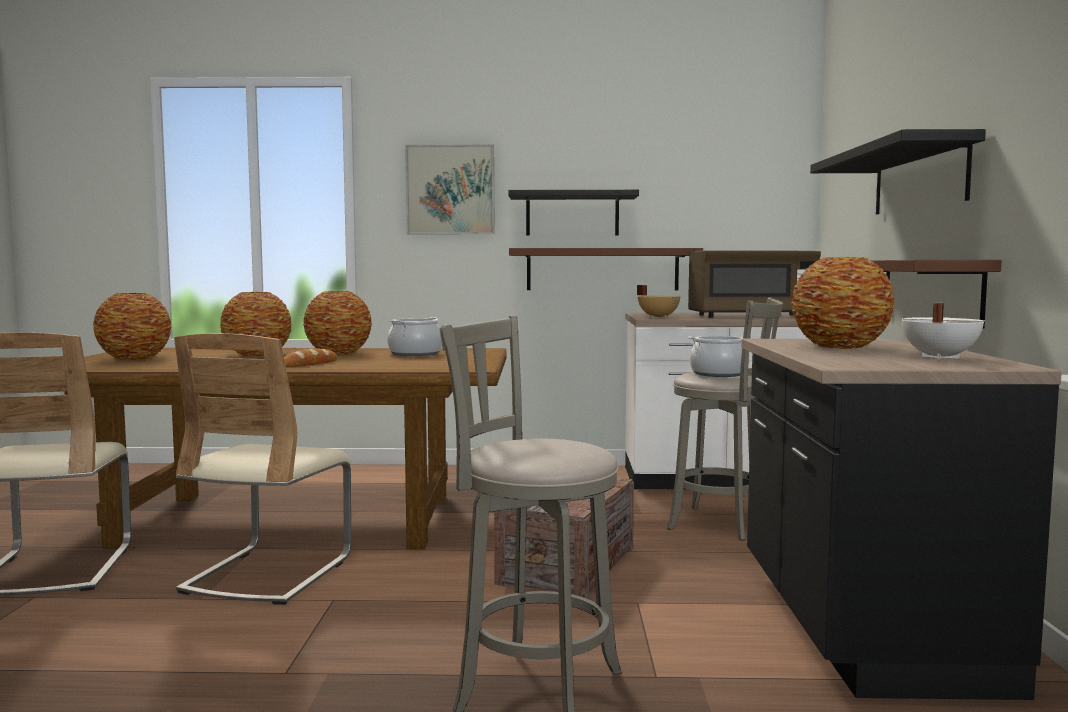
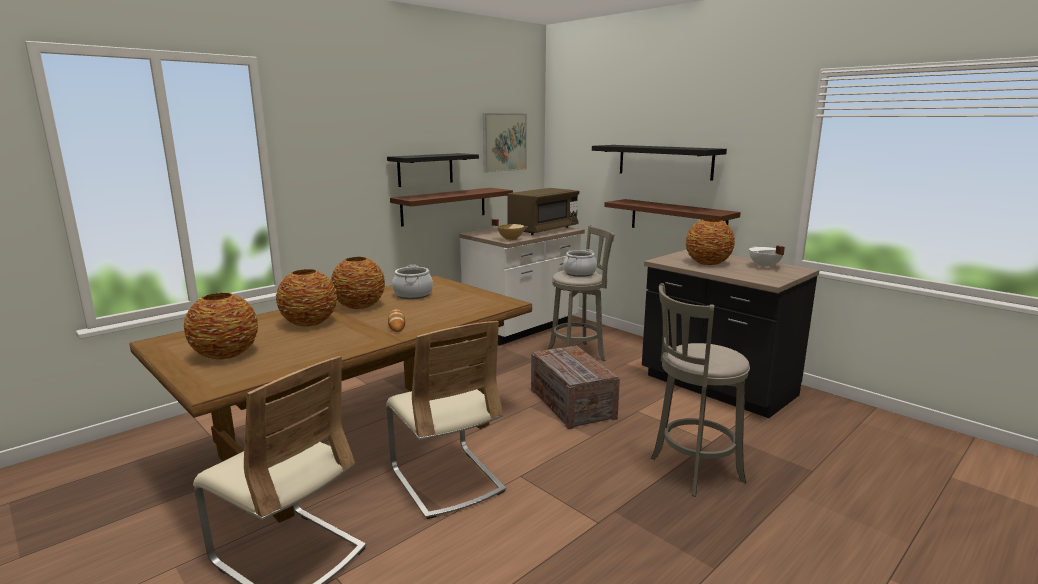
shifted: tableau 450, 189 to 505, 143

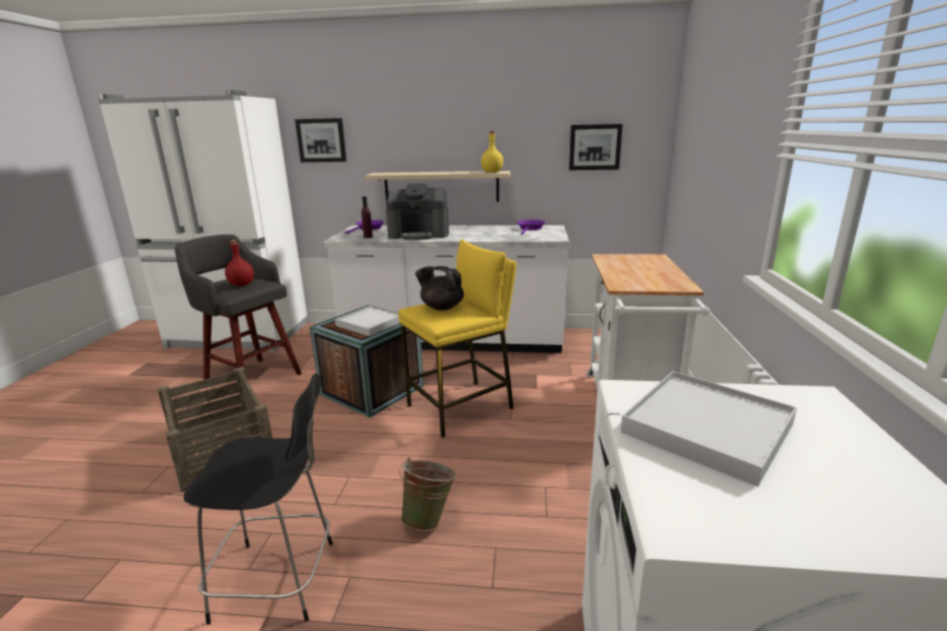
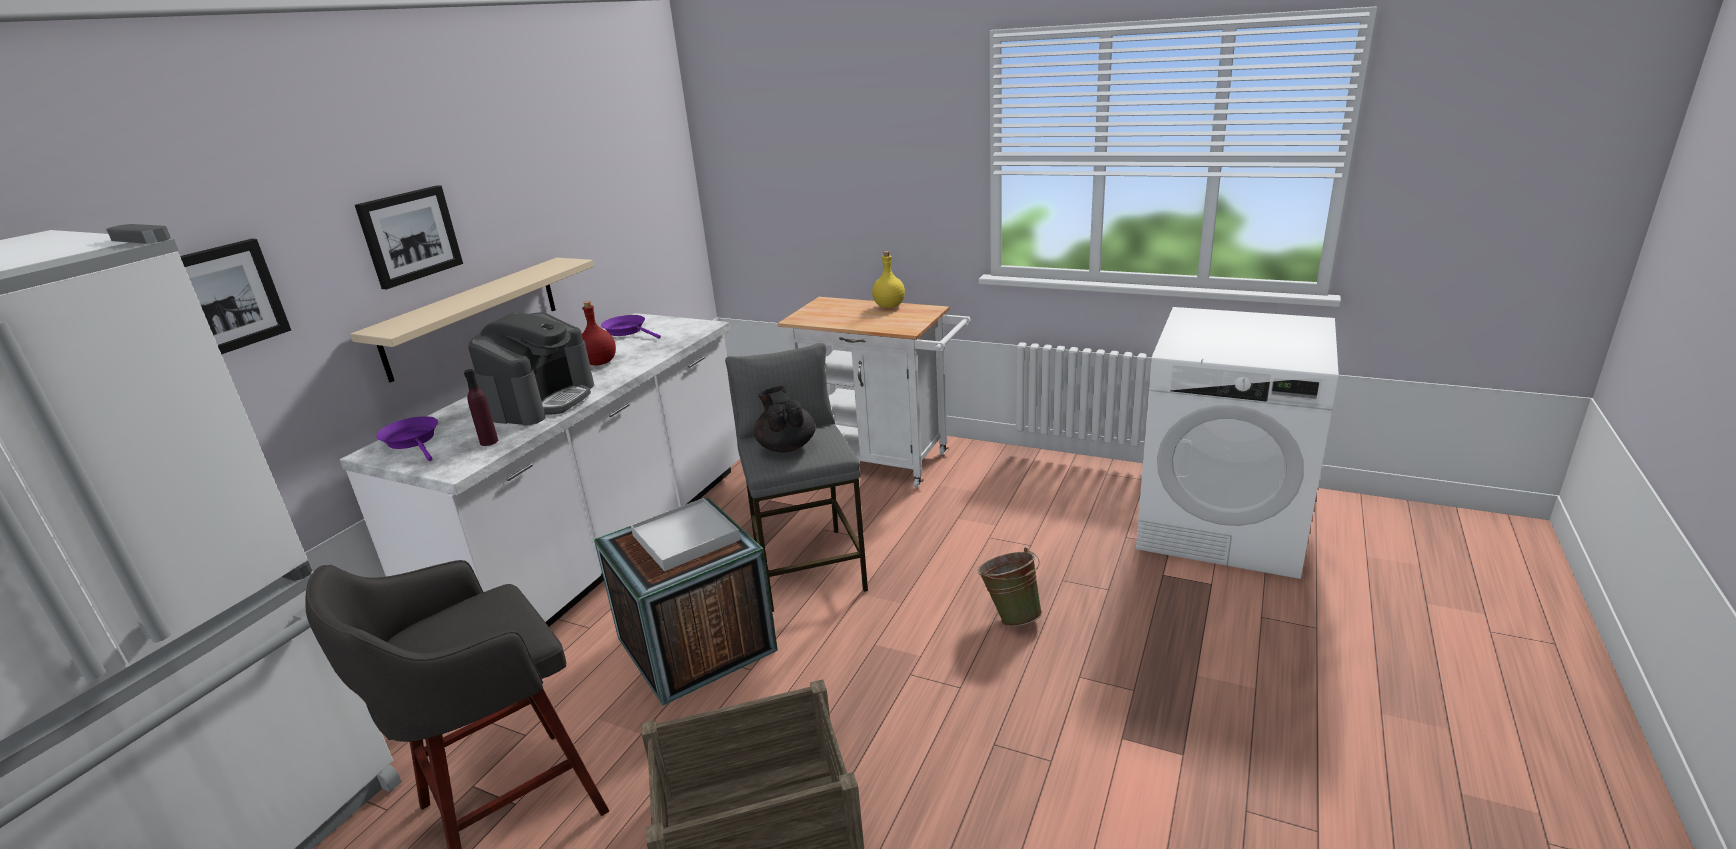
gone: chaise [noir] 258, 499; plateau [blanc] 709, 429
shifted: tableau 596, 147 to 409, 237; bouteille [rouge] 239, 263 to 599, 333; bouteille [jaune] 492, 151 to 888, 279
repainted: tabouret [jaune] 457, 338 to tabouret [gris] 796, 477
rotated: théière [noir] 439, 288 = 785, 419 120 degrees clockwise

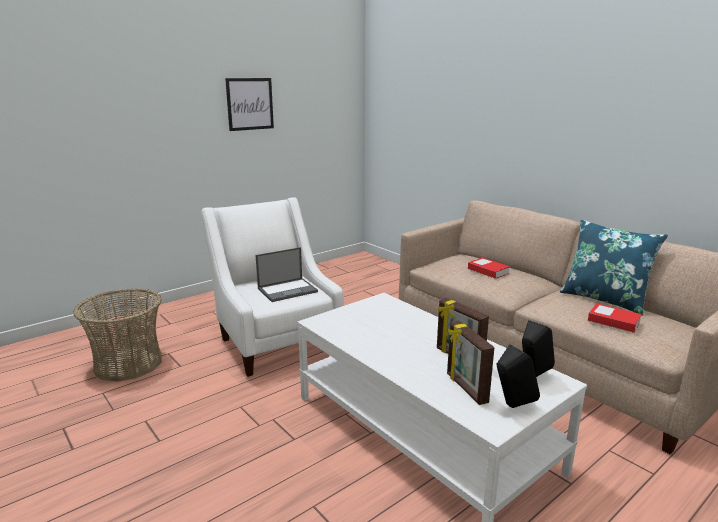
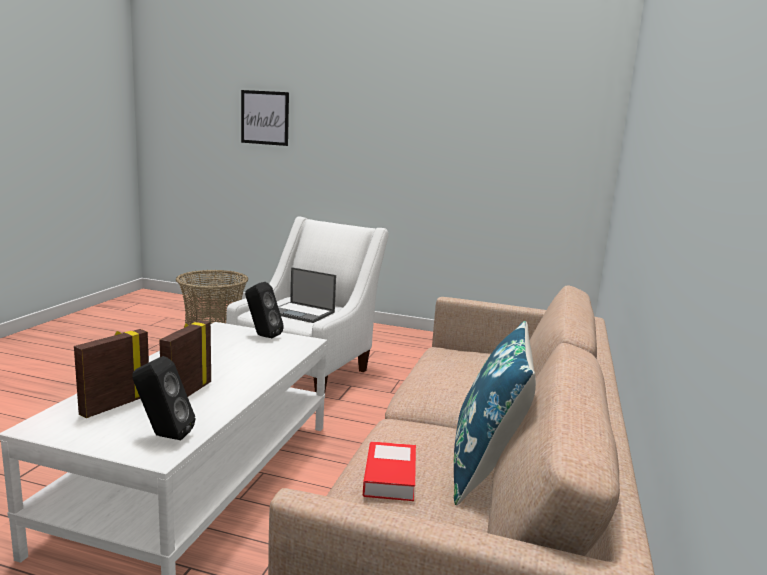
gone: livre 489, 268
shifted: tableau 249, 104 to 265, 118; enceinte [noir] 518, 376 to 264, 310

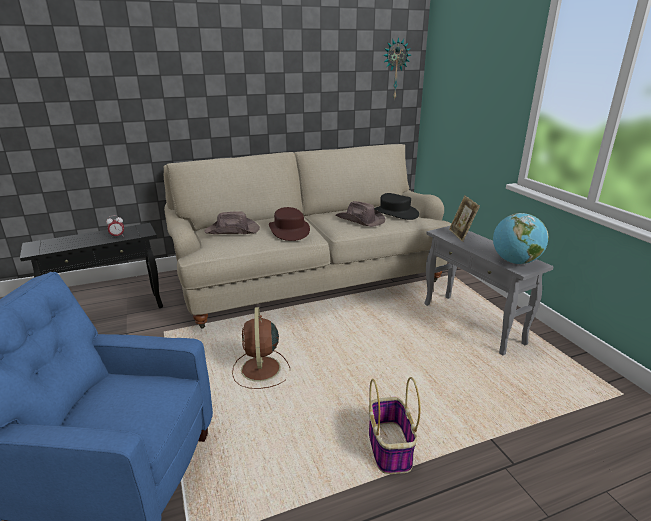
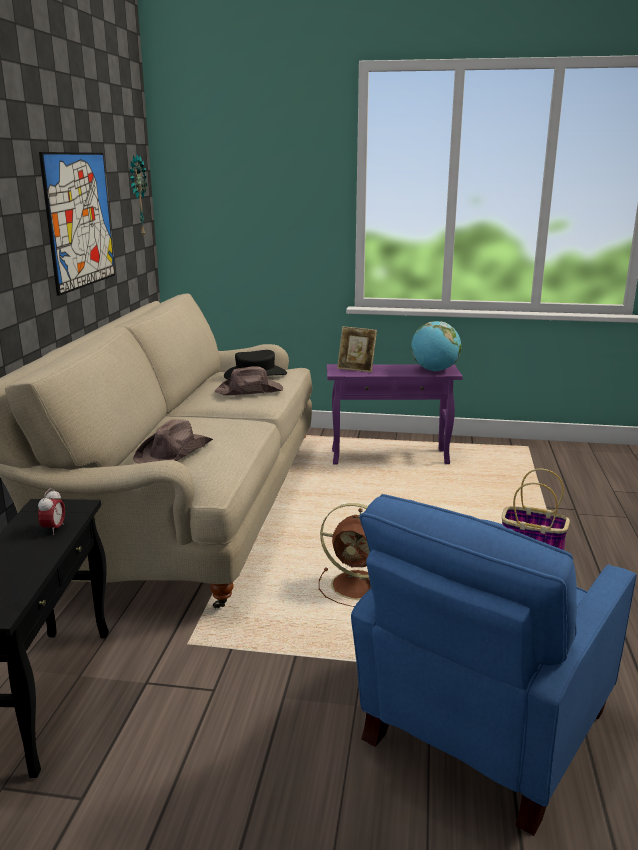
gone: chapeau [marron] 289, 224
new: tableau 77, 224
repainted: table d'appoint [gris] 489, 290 to table d'appoint [violet] 395, 414

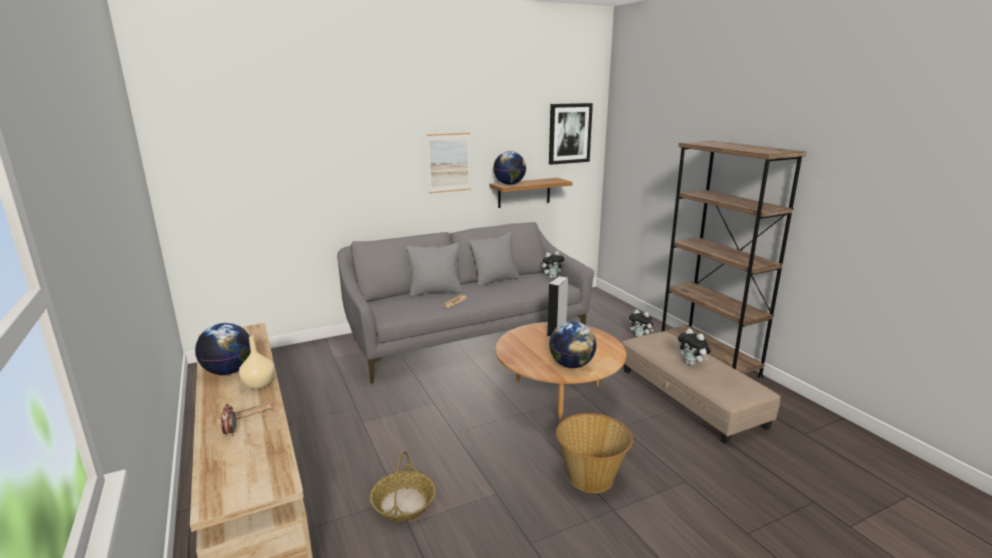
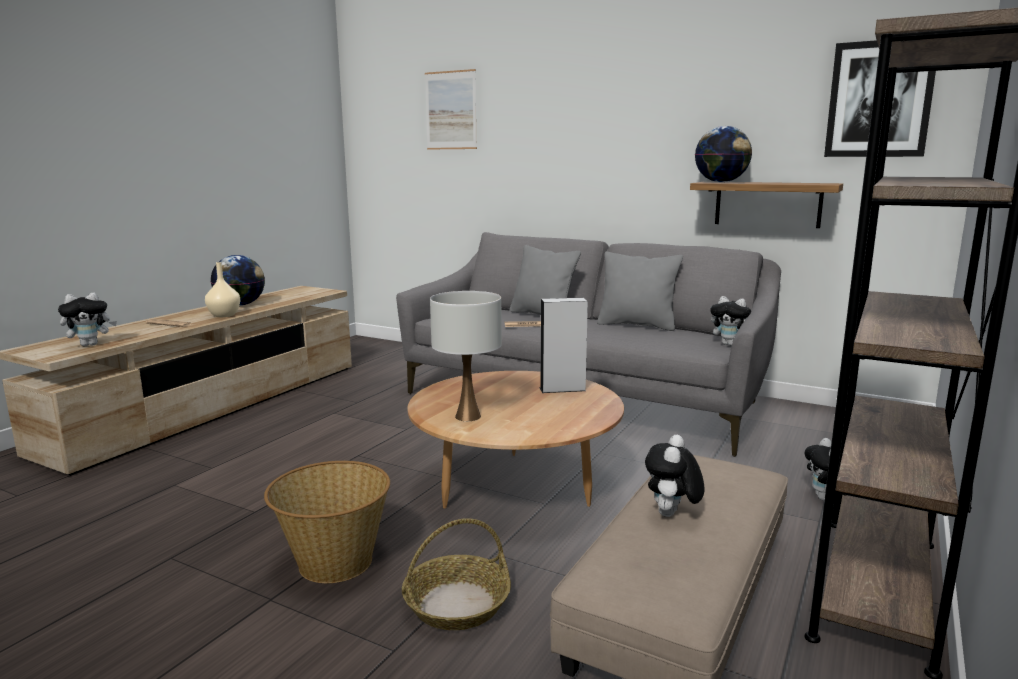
gone: réveil 228, 420
new: peluche 87, 319
shifted: panier 403, 486 to 456, 574; tableau 449, 163 to 451, 109
swapped: globe 572, 344 to lampe de table [blanc] 466, 356

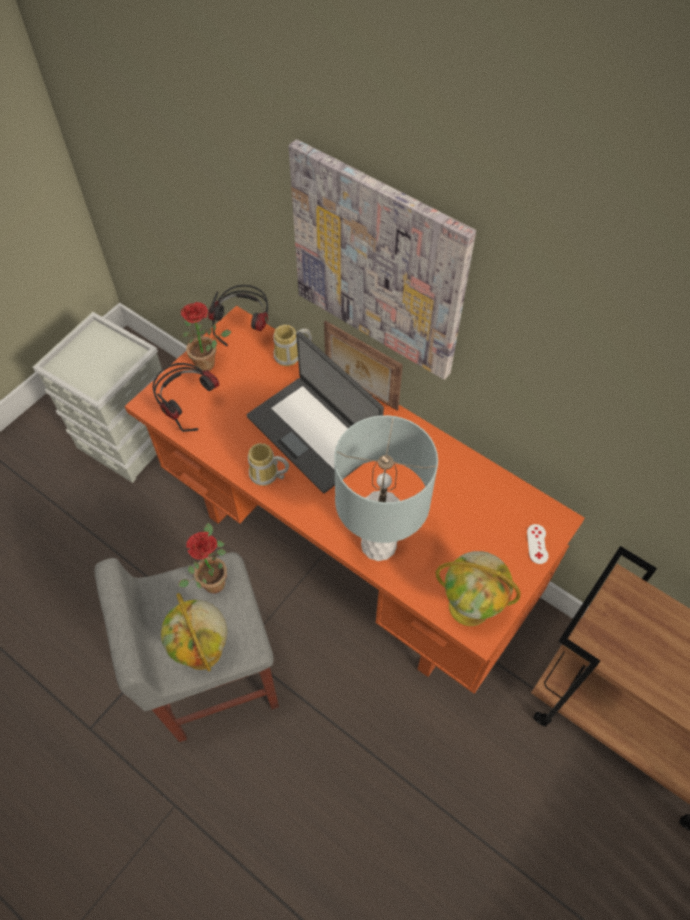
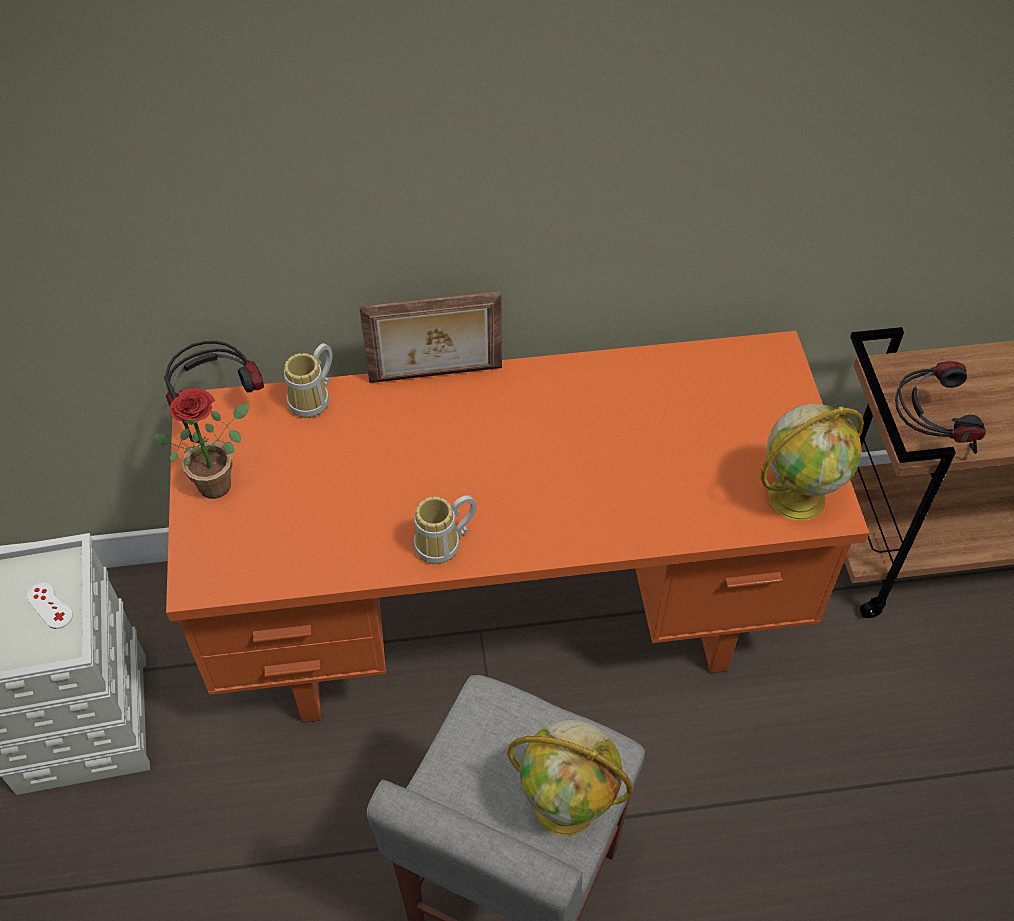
gone: plante en pot 202, 558; ordinateur portable 315, 412; tableau 382, 259; lampe de table [gris] 386, 488
shifted: manette [blanc] 538, 544 to 50, 606; casque audio 186, 397 to 940, 407

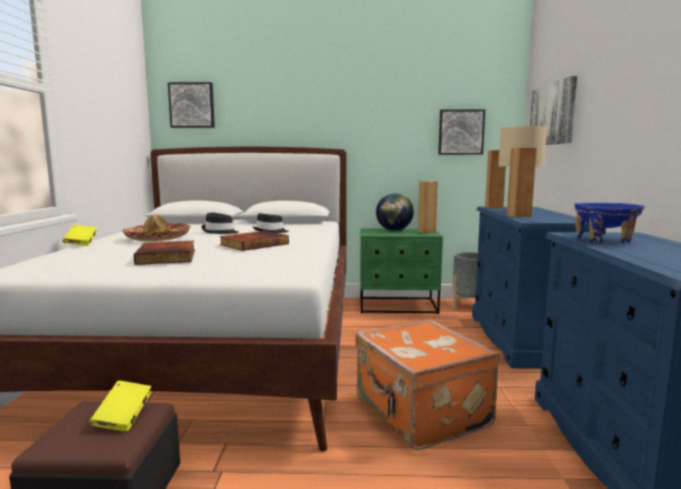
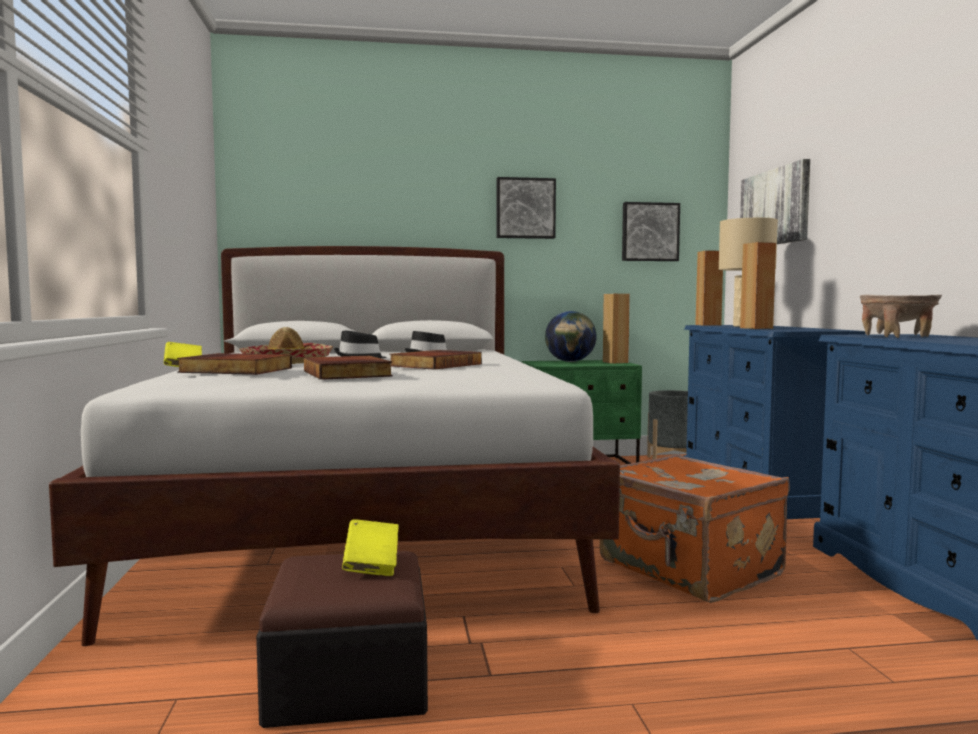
new: livre 234, 364
shifted: tableau 191, 105 to 526, 208
repainted: bol [bleu] 610, 223 to bol [beige] 901, 316

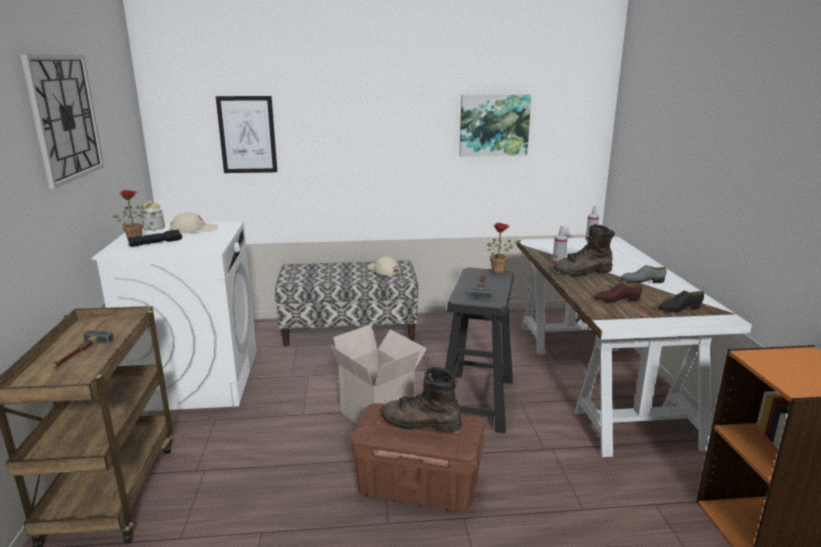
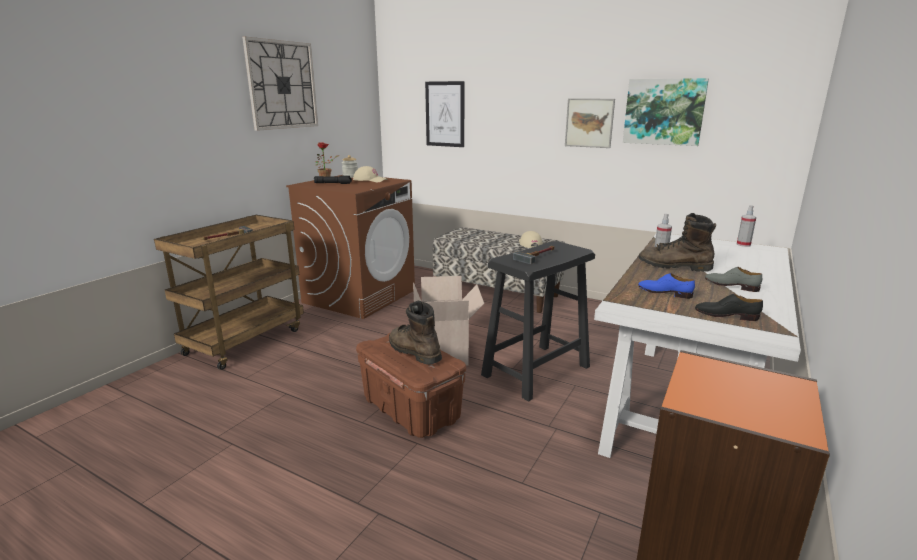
gone: plante en pot 504, 248
new: tableau 590, 123
repainted: lave-linge [blanc] 174, 316 to lave-linge [marron] 350, 247; chaussure [marron] 618, 292 to chaussure [bleu] 666, 286

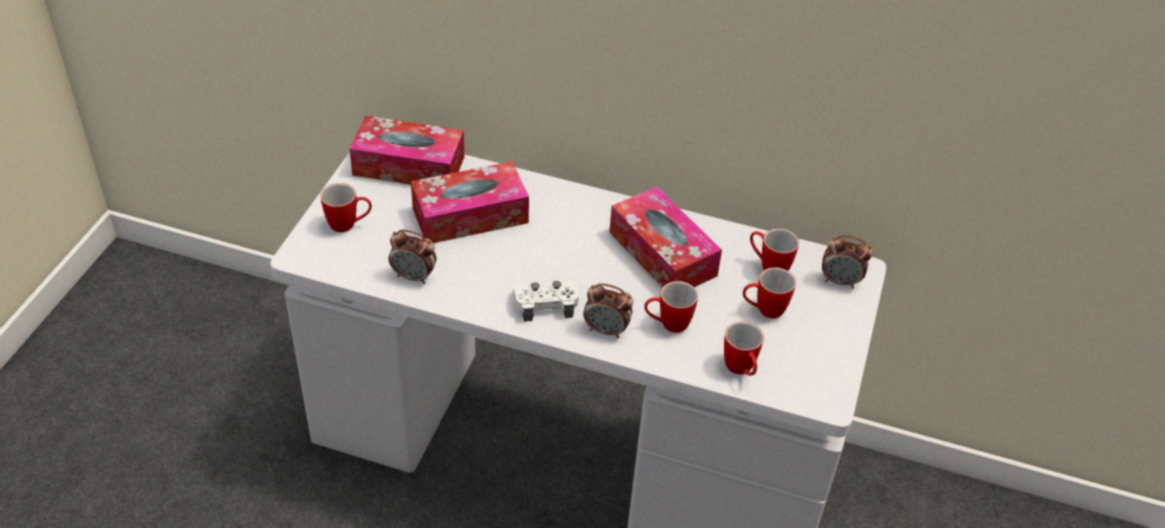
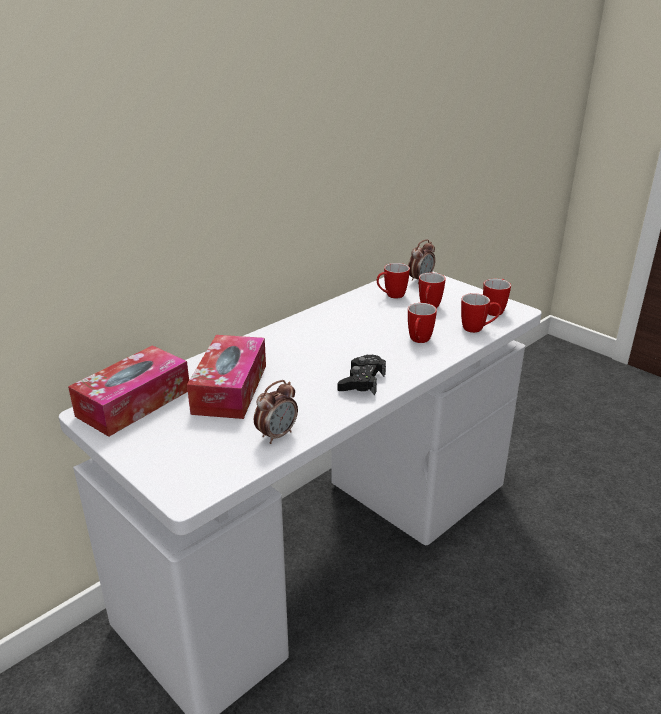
gone: réveil 608, 310; boîte à mouchoirs 665, 237
shifted: mug 346, 207 to 497, 297
repainted: manette [blanc] 546, 301 to manette [noir] 362, 375

